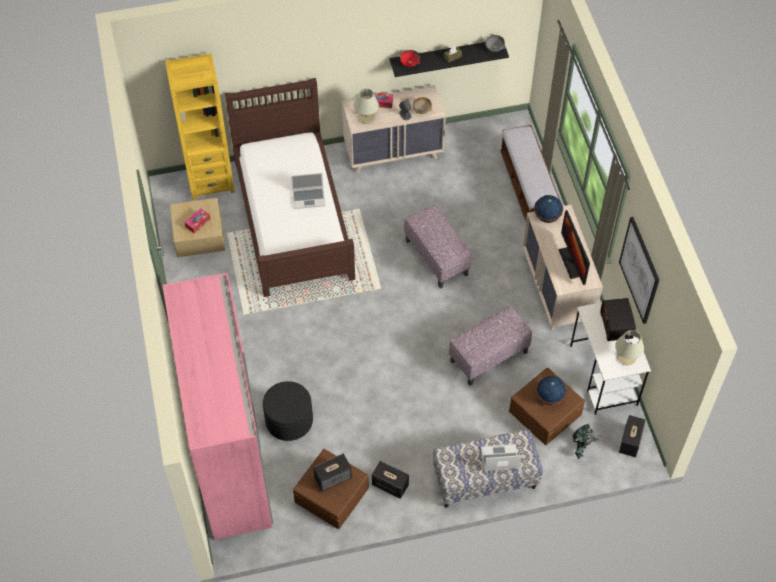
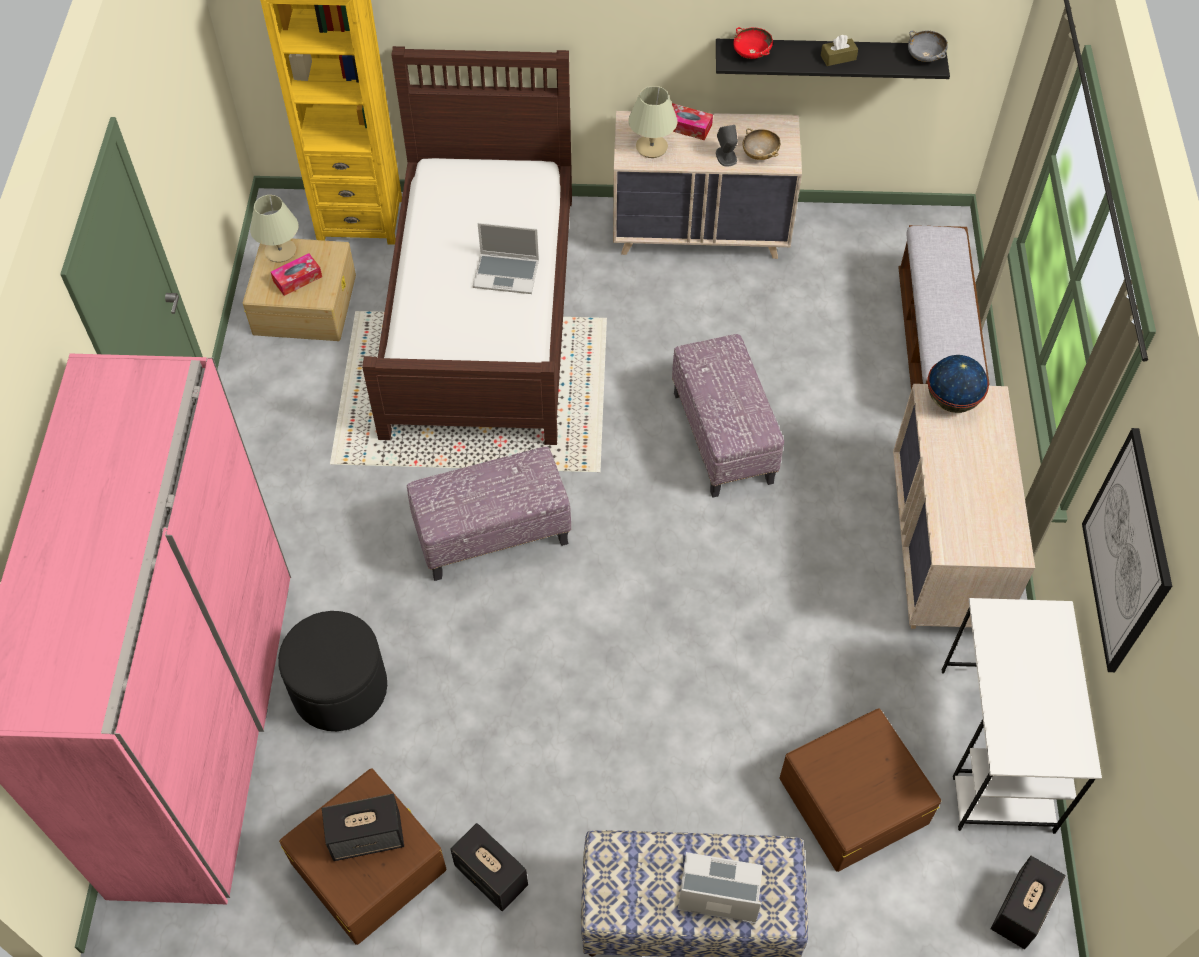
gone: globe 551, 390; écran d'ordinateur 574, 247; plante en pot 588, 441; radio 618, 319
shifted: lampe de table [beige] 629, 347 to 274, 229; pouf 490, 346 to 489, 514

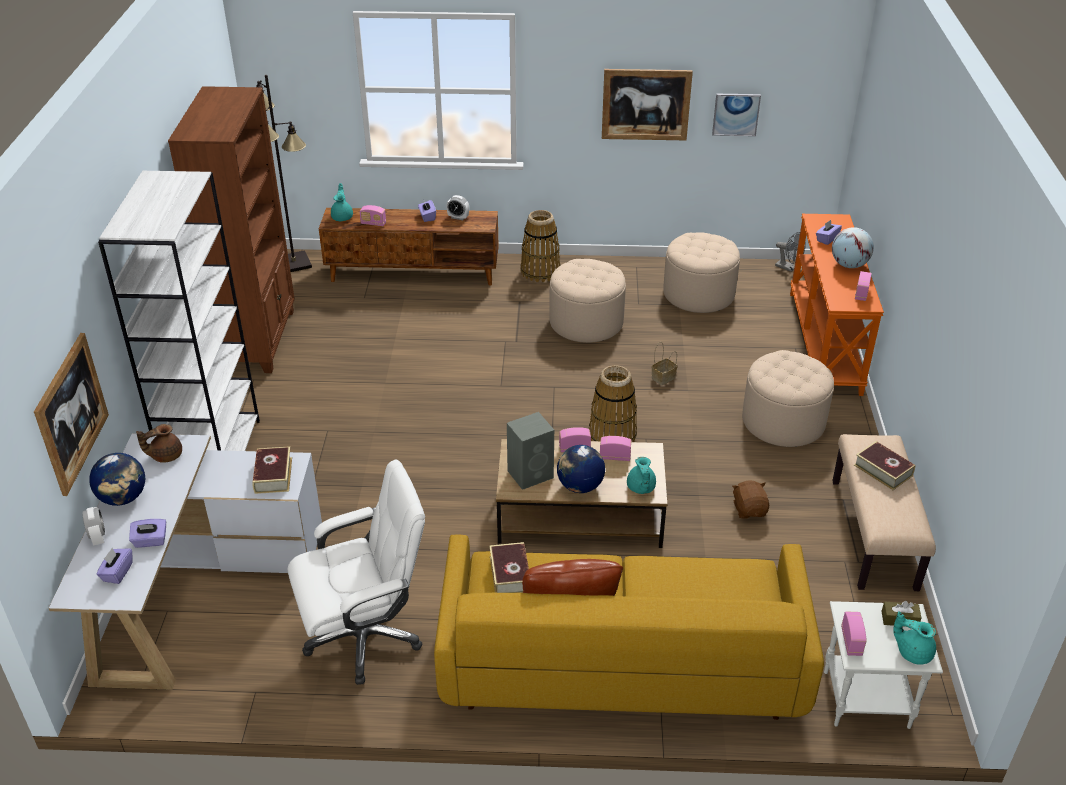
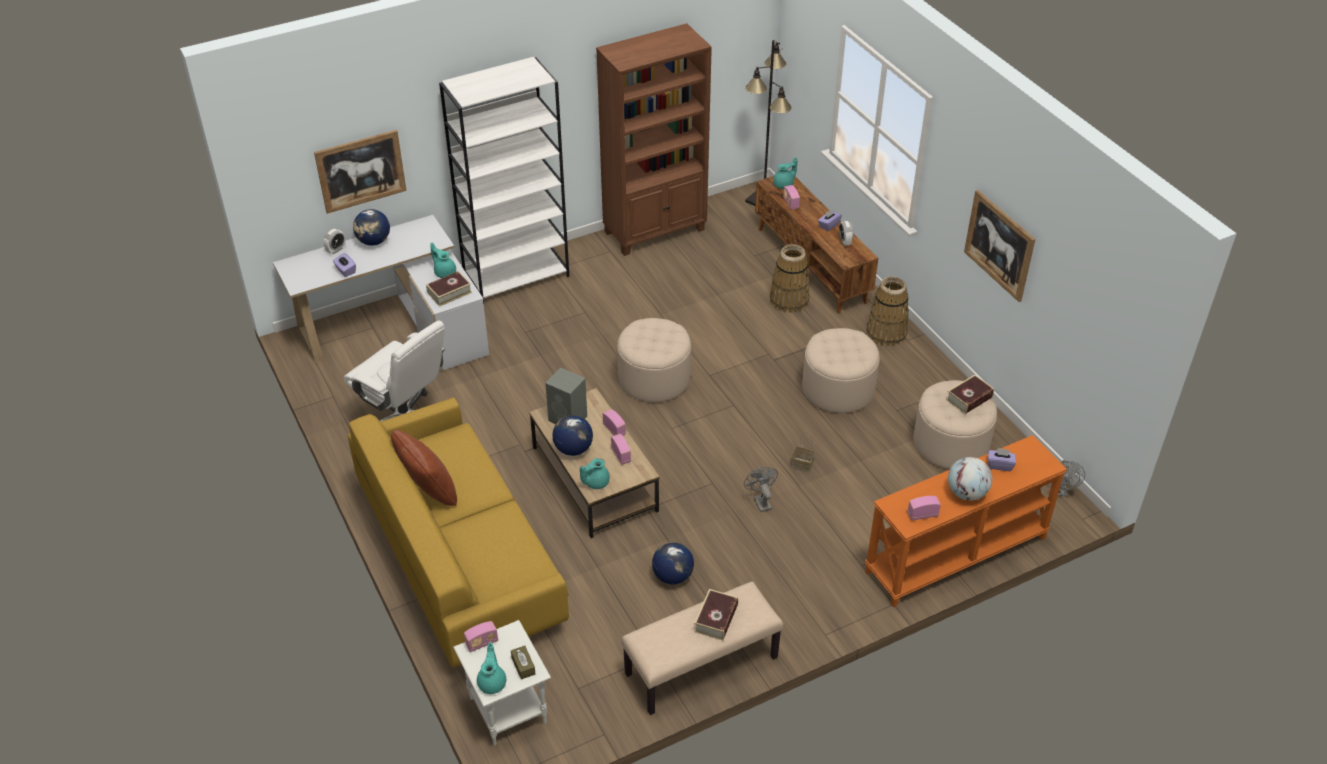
gone: boîte à mouchoirs [violet] 114, 566; théière [marron] 159, 443; tableau 736, 115
new: théière [turquoise] 443, 260; ventilateur [gris] 761, 489
shifted: pouf [beige] 788, 398 to 654, 360; panier 613, 403 to 790, 278; livre 509, 567 to 970, 394
swapped: peluche [marron] 750, 500 to globe 673, 563

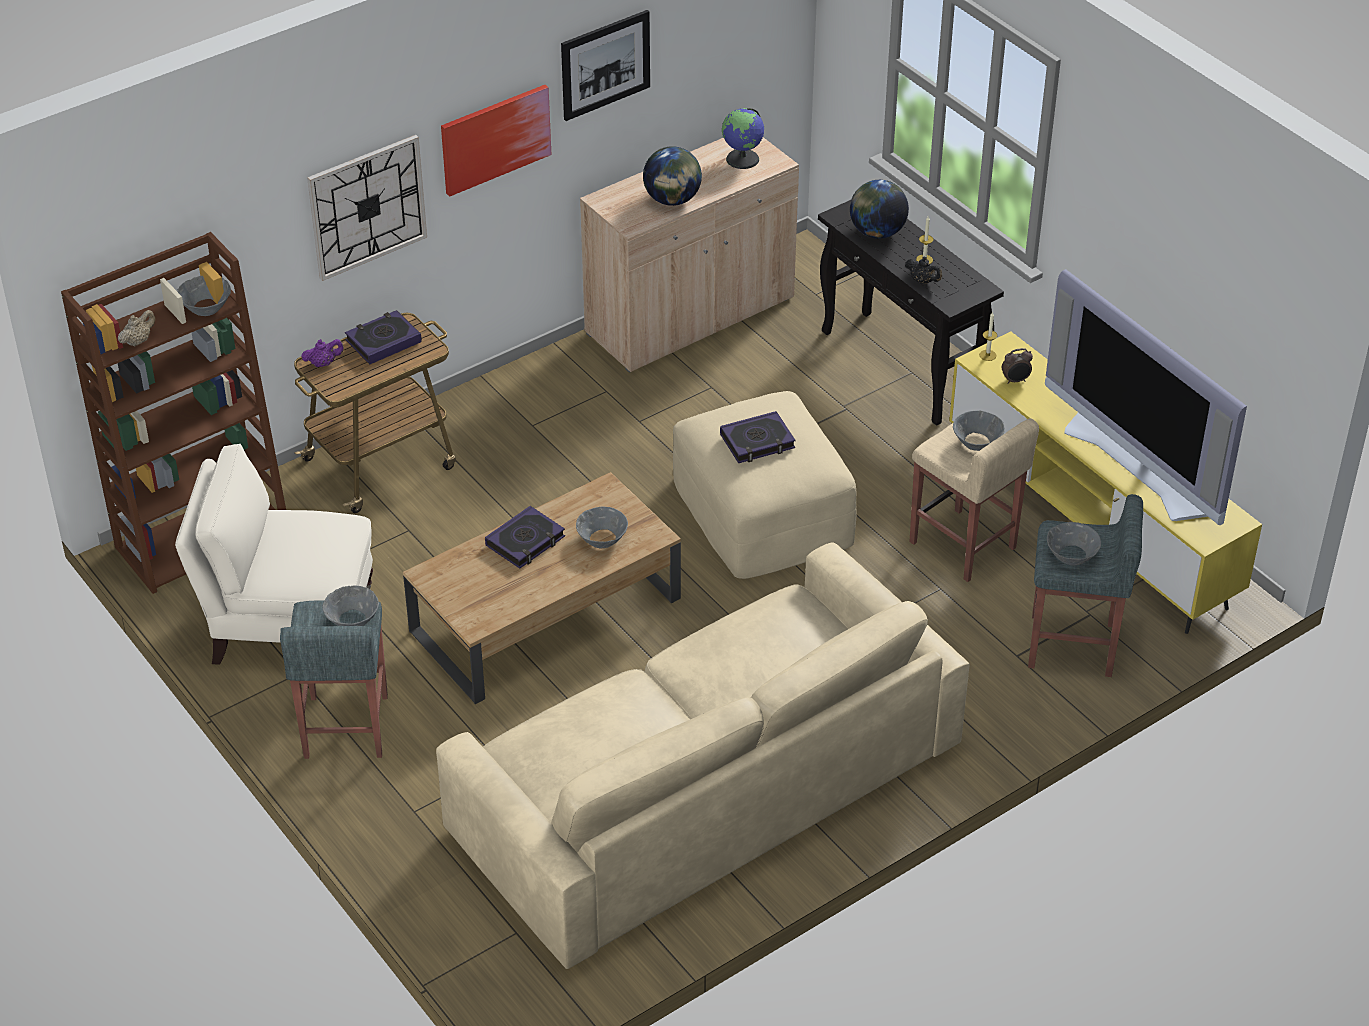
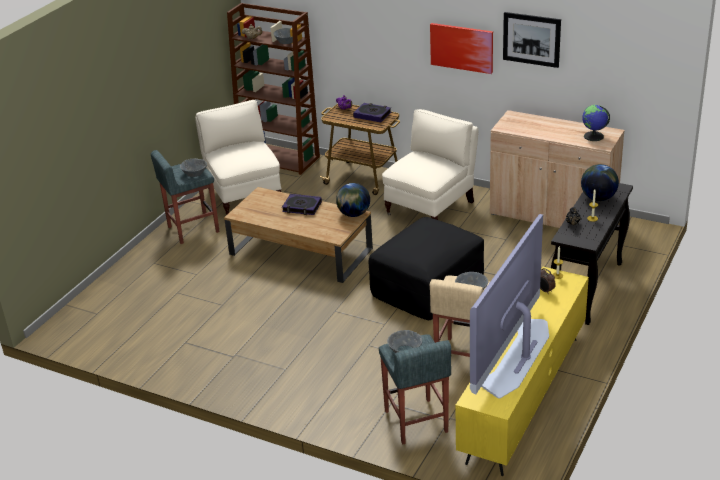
gone: horloge murale 367, 208; canapé [beige] 703, 755; bol [gris] 602, 527; livre 758, 437
new: fauteuil [beige] 430, 164
shifted: globe 672, 176 to 353, 200
repainted: pouf [beige] 764, 485 to pouf [noir] 426, 268

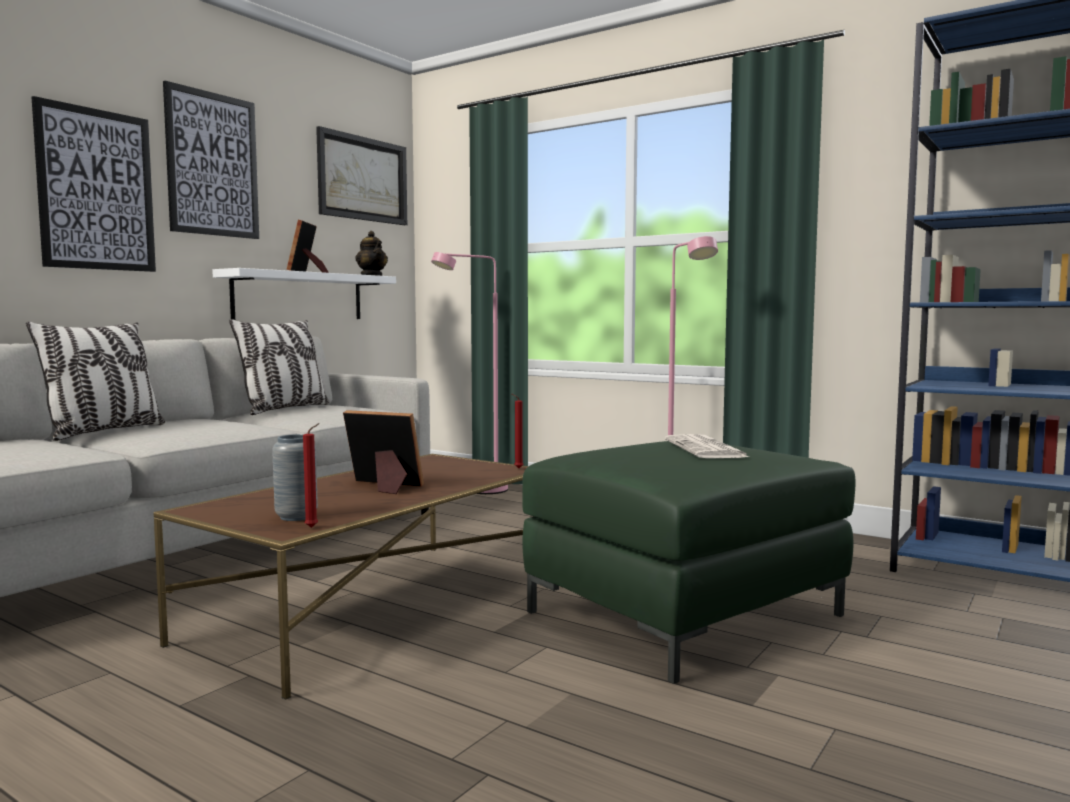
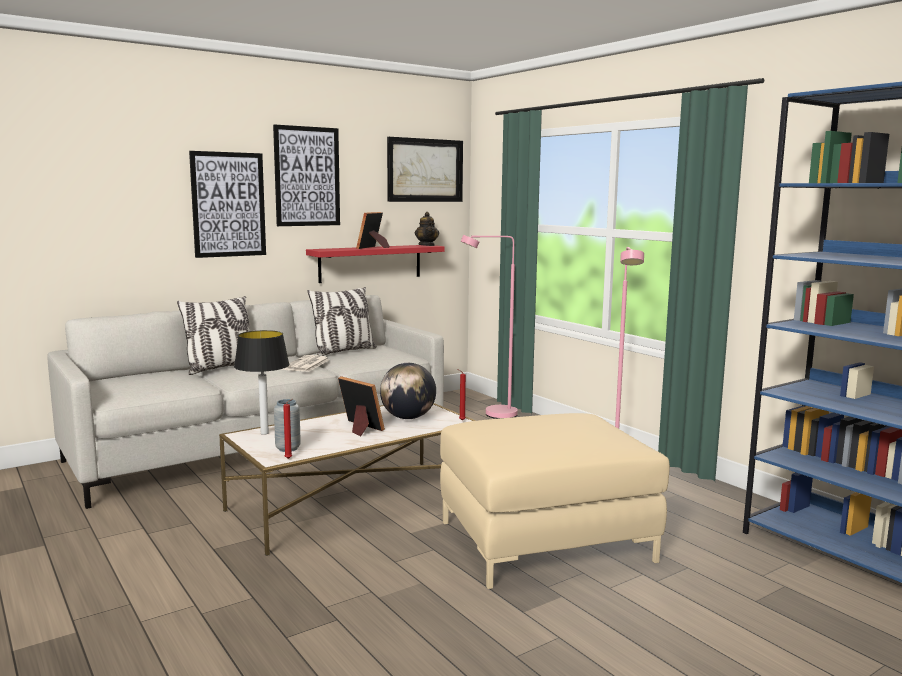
new: lampe de table 261, 382; globe 408, 391
shifted: journal 707, 446 to 306, 363
repainted: table basse [marron] 341, 577 to table basse [blanc] 347, 479; étagère [blanc] 304, 294 to étagère [rouge] 375, 264; pouf [vert] 689, 562 to pouf [beige] 555, 501

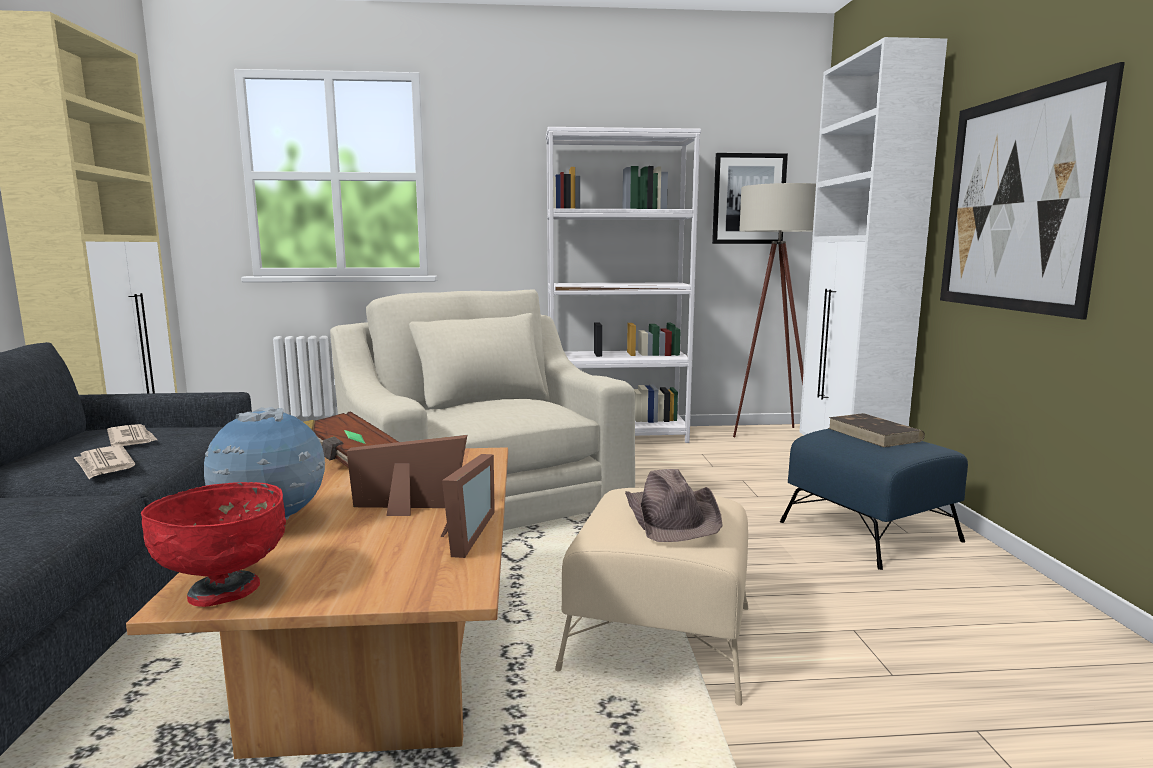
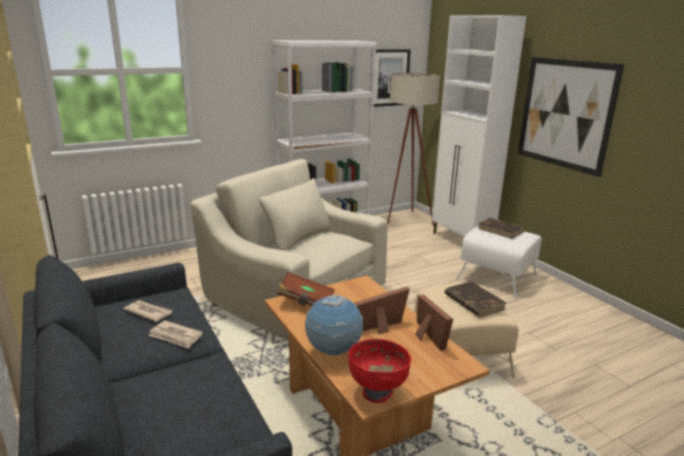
swapped: chapeau [marron] 674, 505 to livre [marron] 475, 299
repainted: pouf [bleu] 874, 499 to pouf [blanc] 499, 261

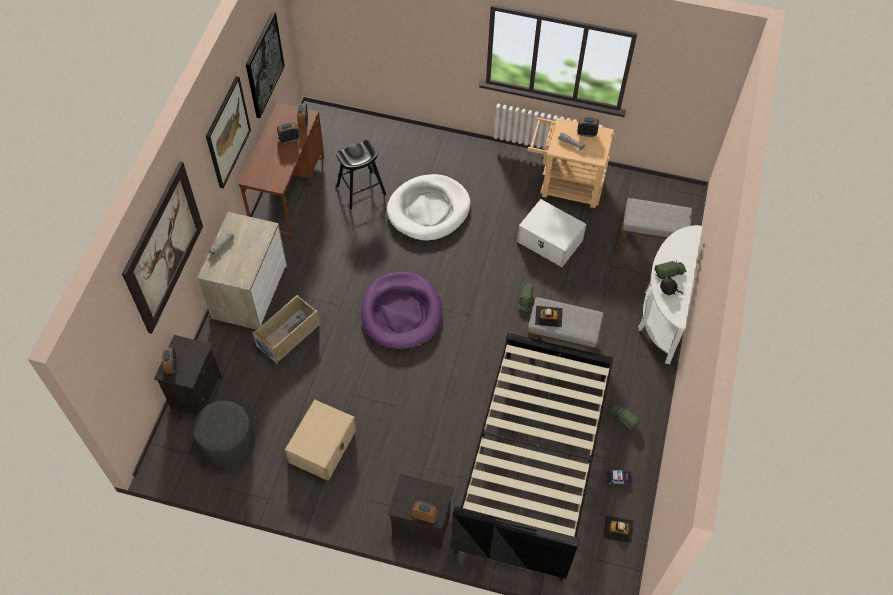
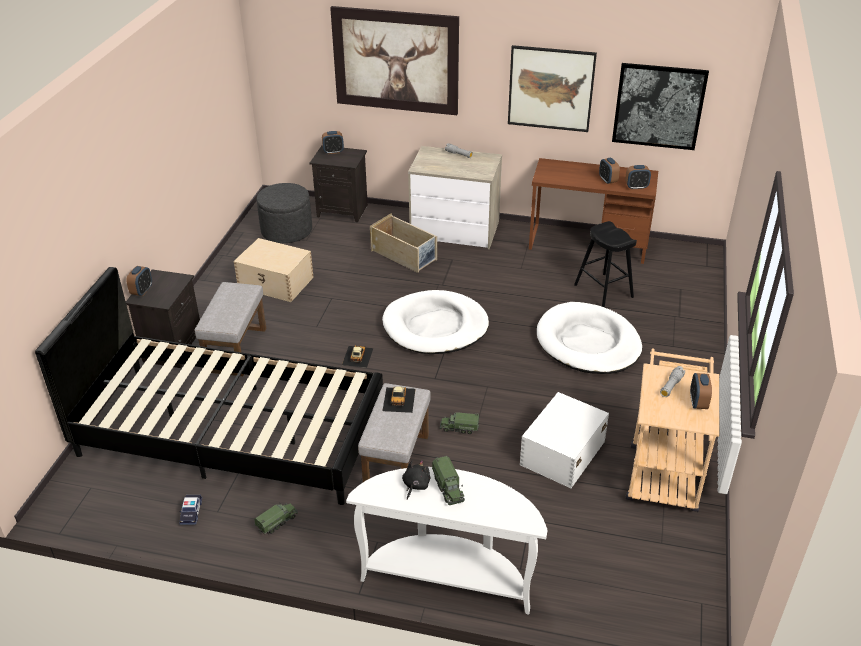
shifted: pouf [gris] 655, 224 to 230, 329; petite voiture 618, 529 to 357, 356
repainted: panier pour chien [violet] 401, 311 to panier pour chien [blanc] 435, 322

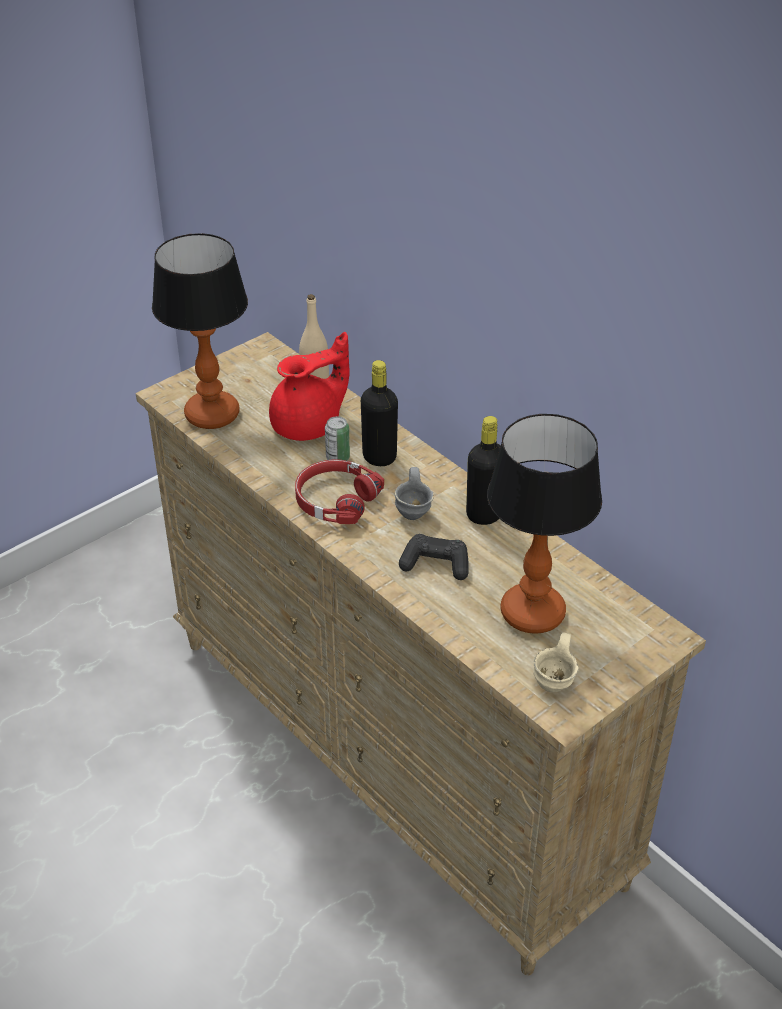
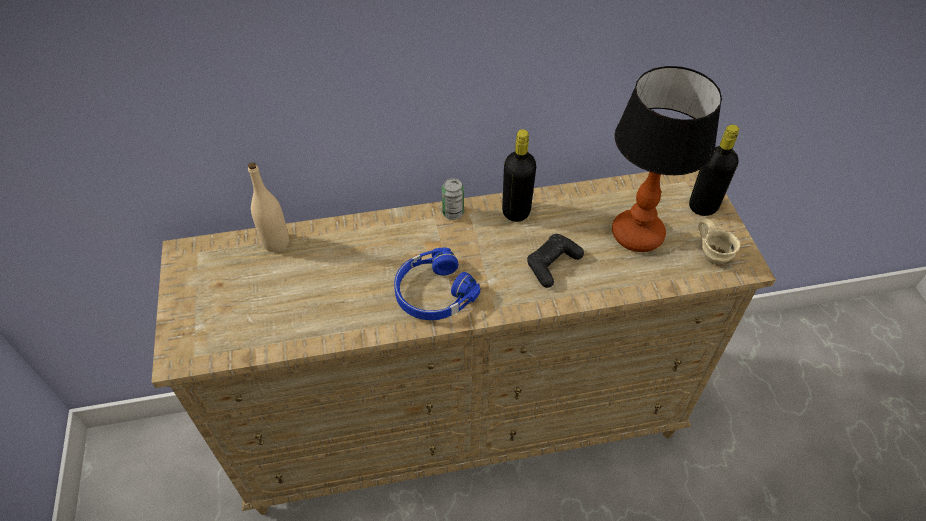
gone: lampe de table 200, 331; théière [rouge] 309, 386; mug [gris] 414, 493
shifted: boîte métallique 337, 438 to 453, 199; bouteille [noir] 379, 413 to 714, 170
repainted: casque audio [rouge] 339, 492 to casque audio [bleu] 437, 283

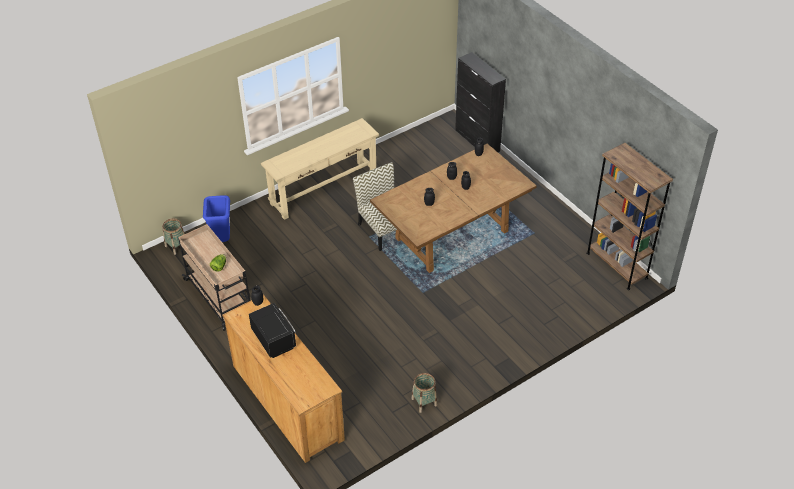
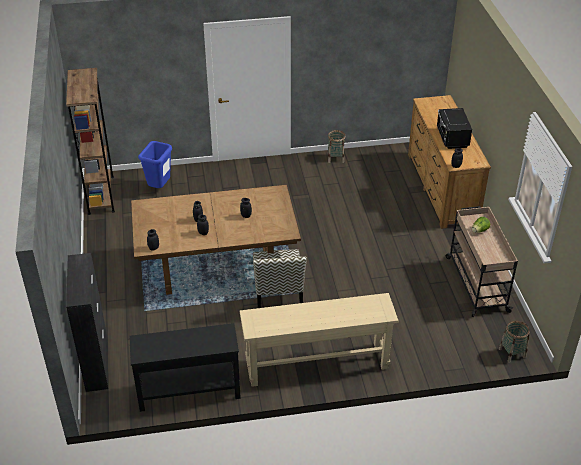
new: table console [noir] 185, 367
shifted: poubelle [bleu] 216, 218 to 155, 164

